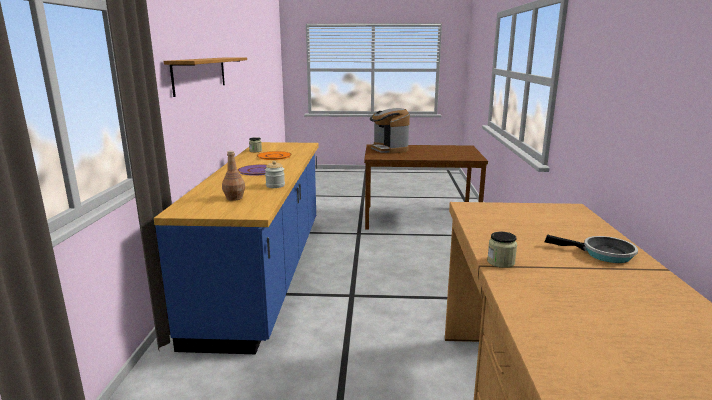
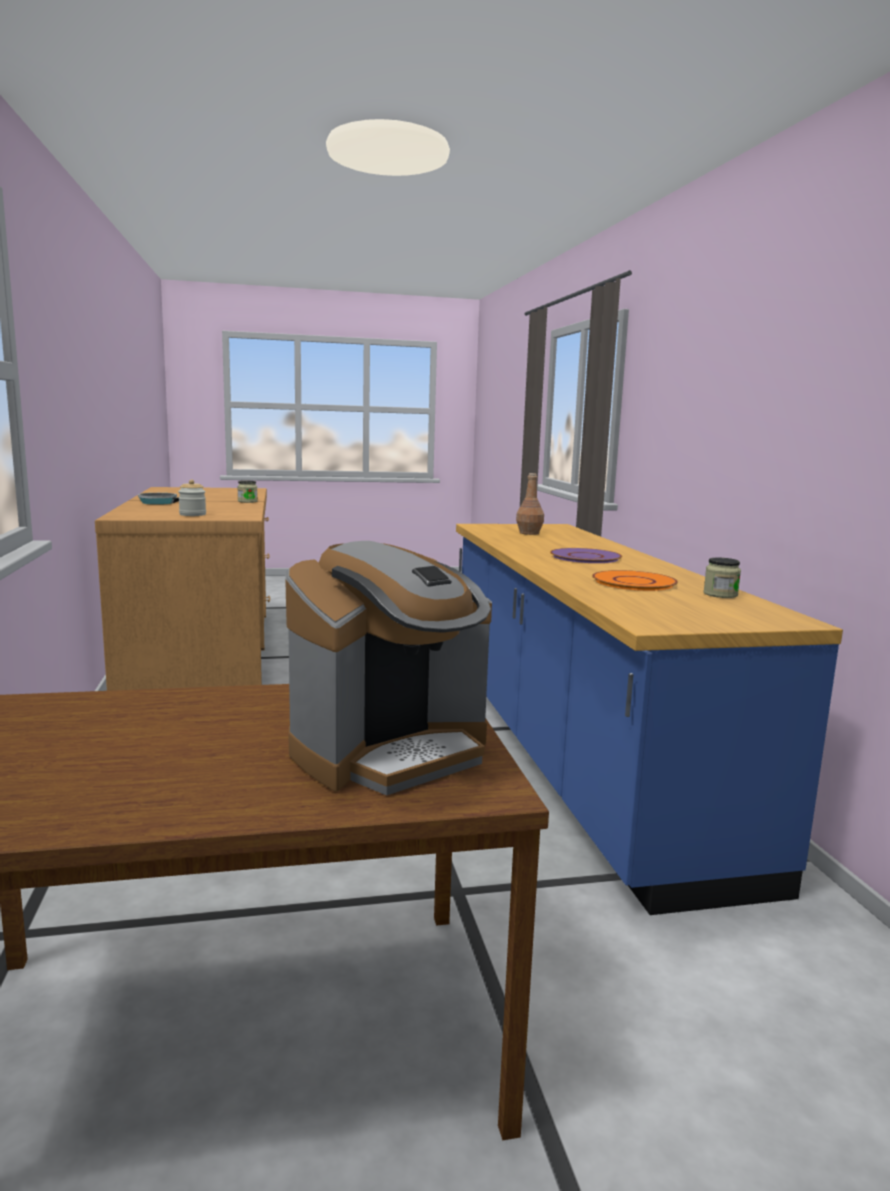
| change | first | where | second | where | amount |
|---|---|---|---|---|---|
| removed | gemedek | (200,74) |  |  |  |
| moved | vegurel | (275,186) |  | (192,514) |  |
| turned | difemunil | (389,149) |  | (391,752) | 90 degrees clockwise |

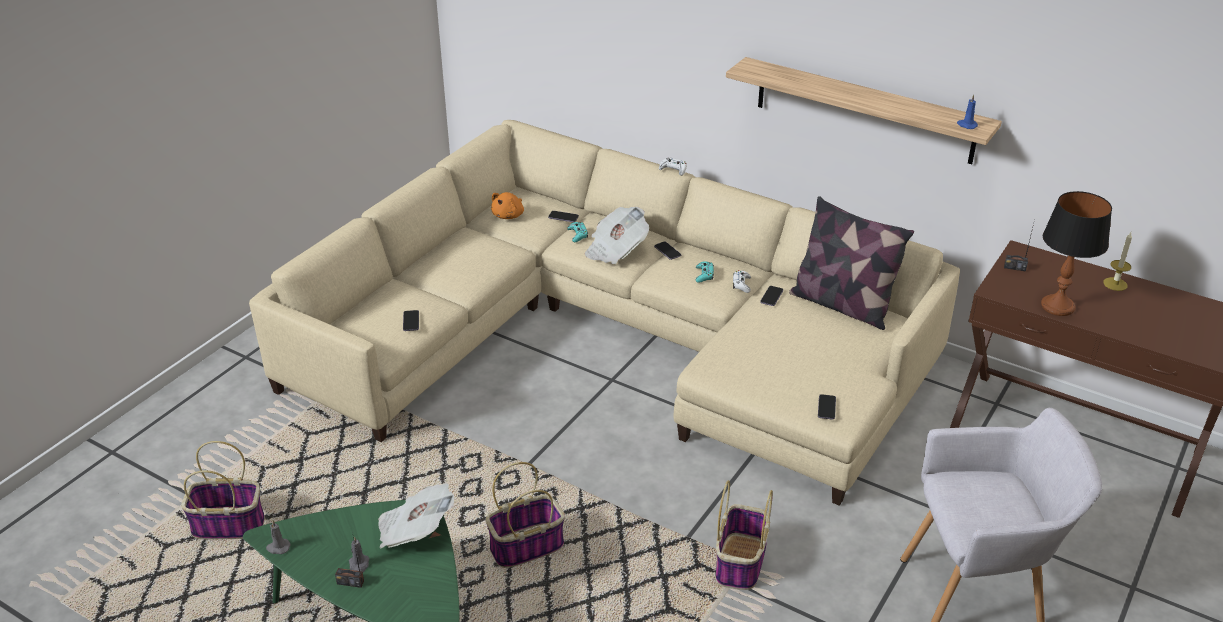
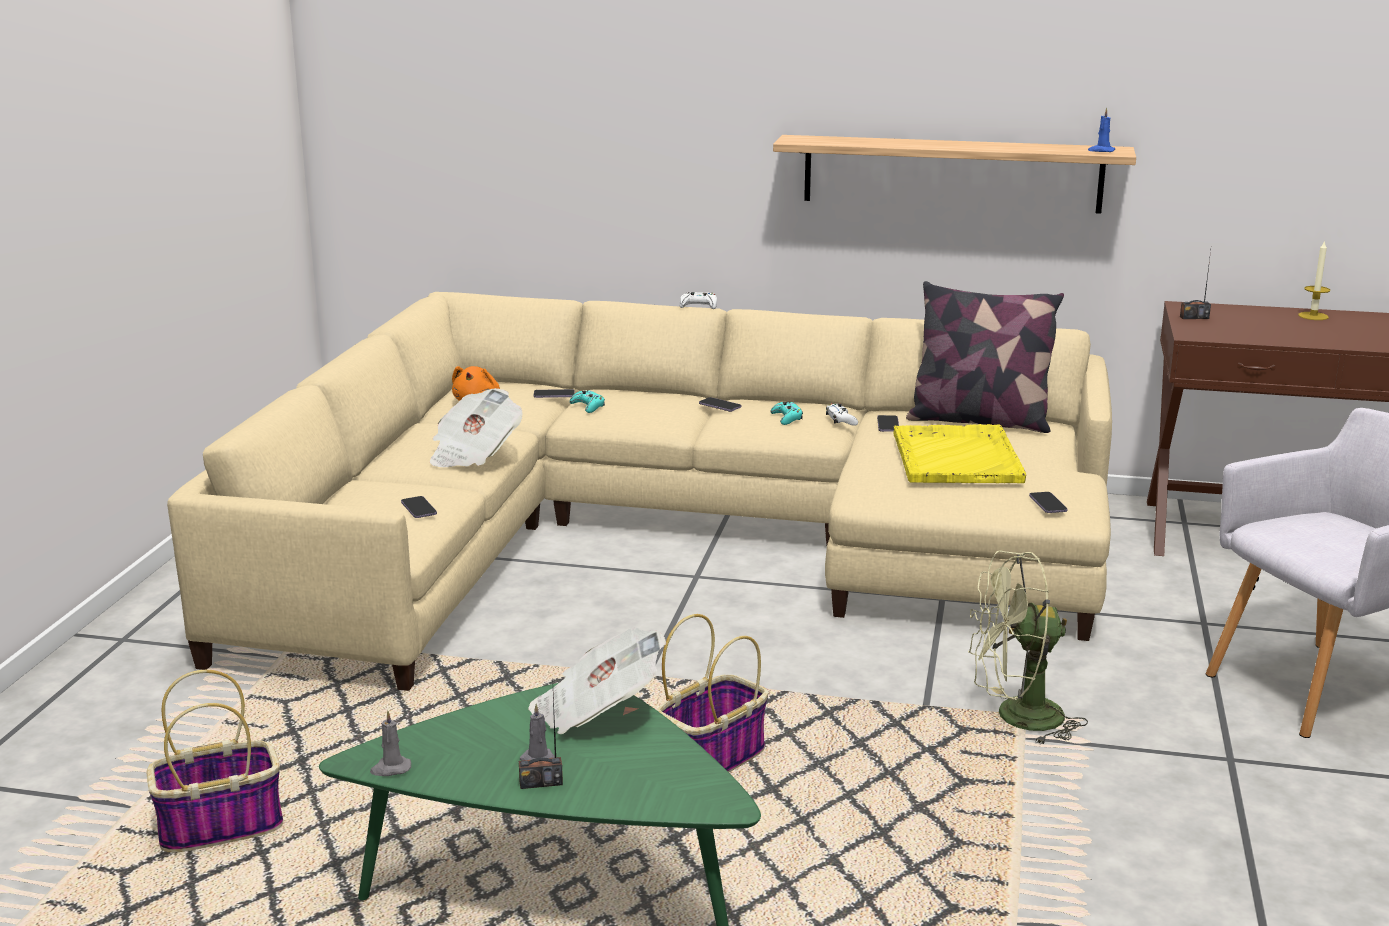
| change | first | where | second | where | amount |
|---|---|---|---|---|---|
| removed | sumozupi | (1057,306) |  |  |  |
| added |  |  | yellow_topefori | (956,457) |  |
| moved | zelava | (615,250) |  | (473,454) |  |
| replaced | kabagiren | (740,563) | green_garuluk | (1016,718) |  |

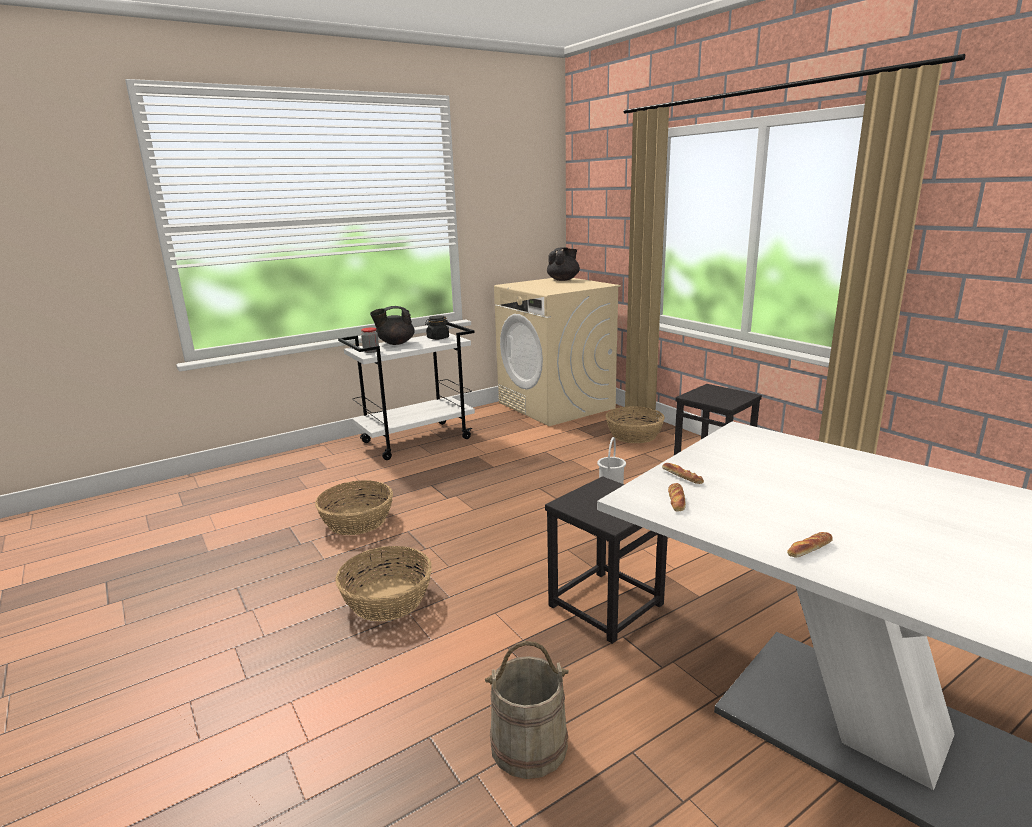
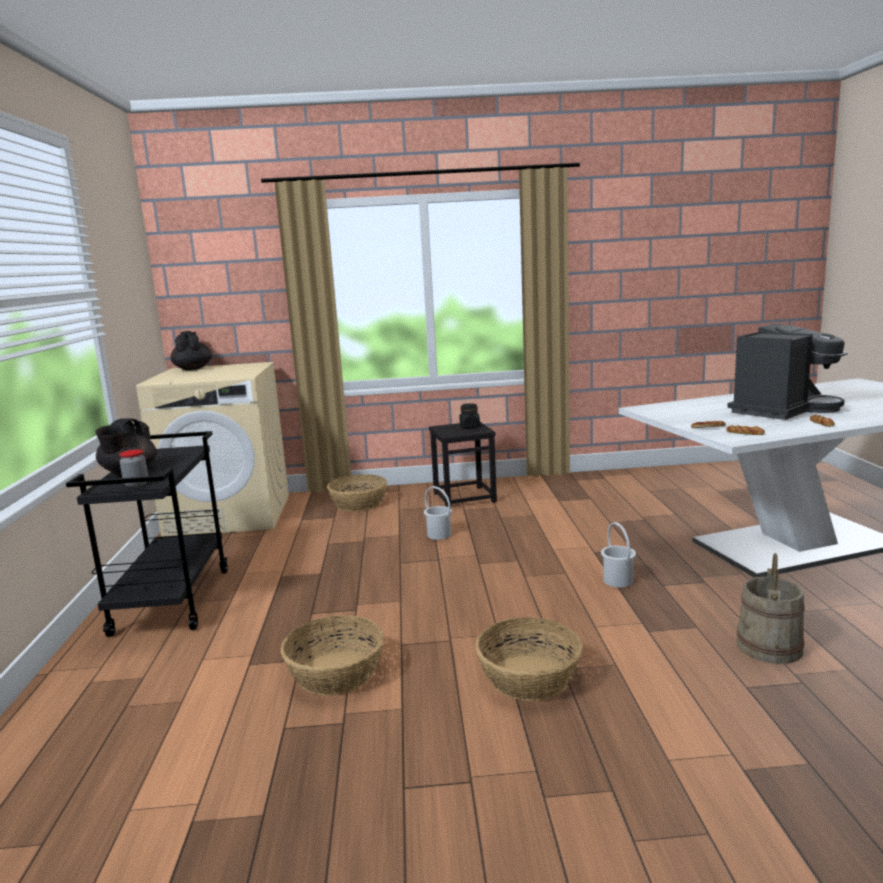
| change | first | where | second | where | amount |
|---|---|---|---|---|---|
| added |  |  | difemunil | (783,409) |  |
| moved | black_vegurel | (437,338) |  | (470,427) |  |
| replaced | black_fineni | (605,604) | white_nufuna | (617,581) |  |
| recoloured | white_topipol | (417,440) | black_topipol | (172,601) |  |

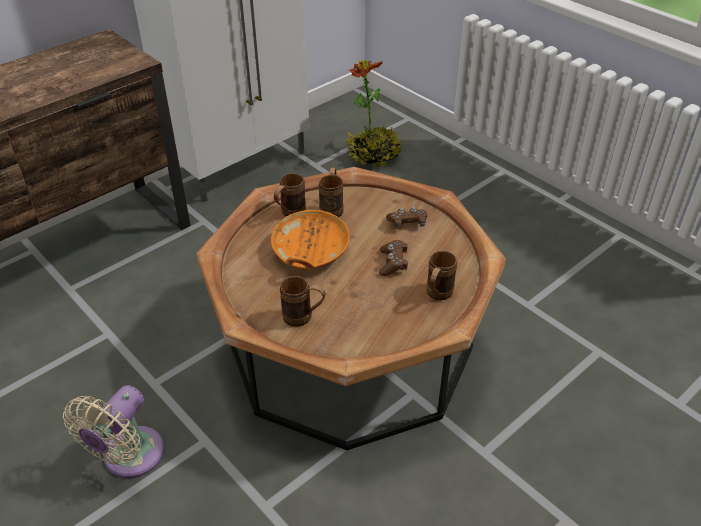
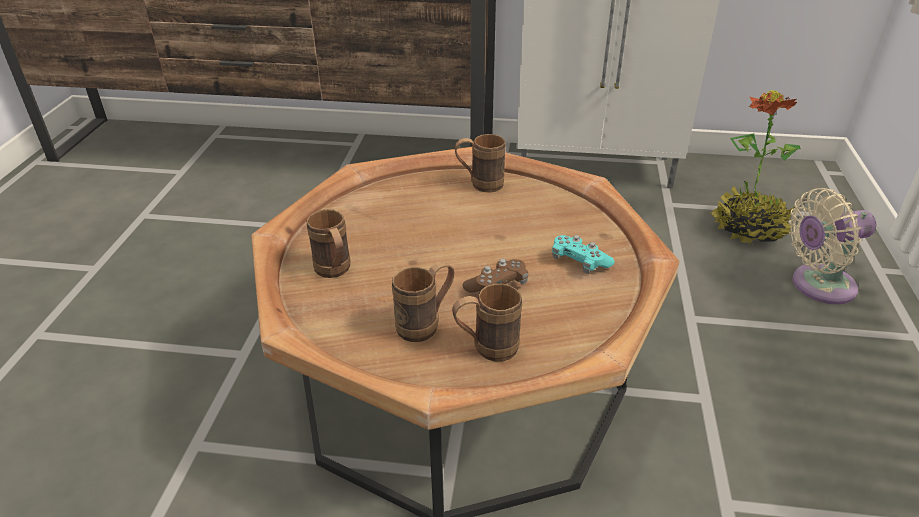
| change | first | where | second | where | amount |
|---|---|---|---|---|---|
| removed | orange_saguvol | (310,252) |  |  |  |
| moved | beige_garuluk | (129,458) |  | (817,286) |  |
| moved | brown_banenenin | (332,207) |  | (426,324) |  |
| recoloured | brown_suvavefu | (407,223) | turquoise_suvavefu | (579,262) |  |

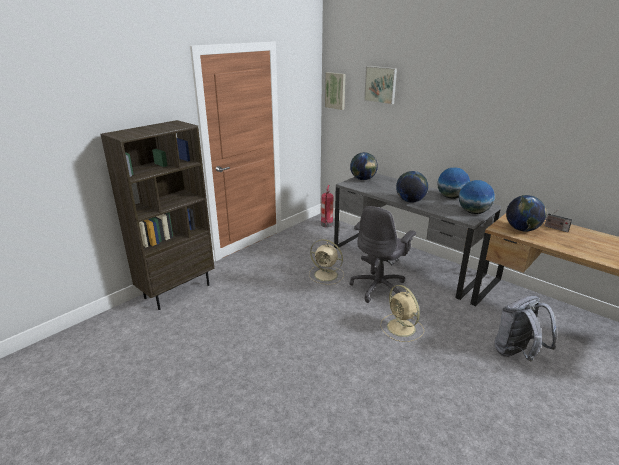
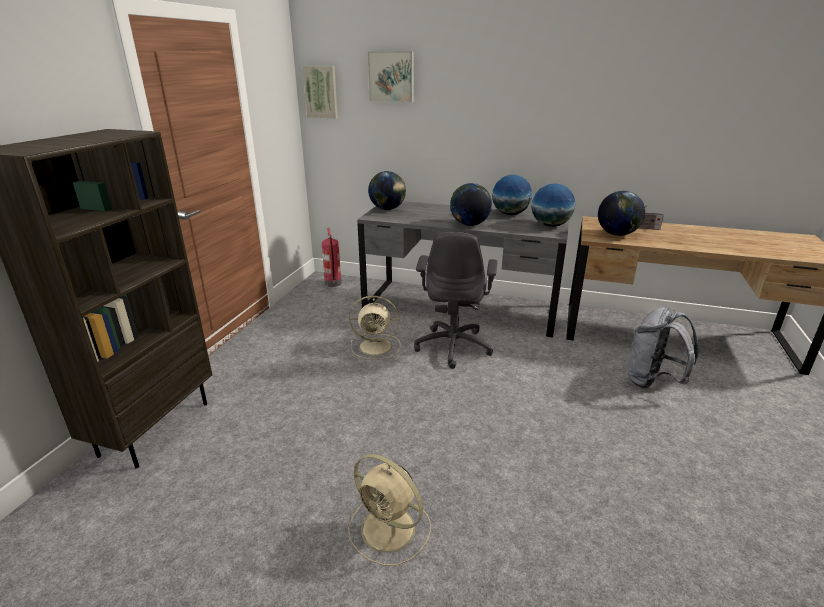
| change | first | where | second | where | amount |
|---|---|---|---|---|---|
| moved | beige_garuluk | (402,328) |  | (390,530) |  |

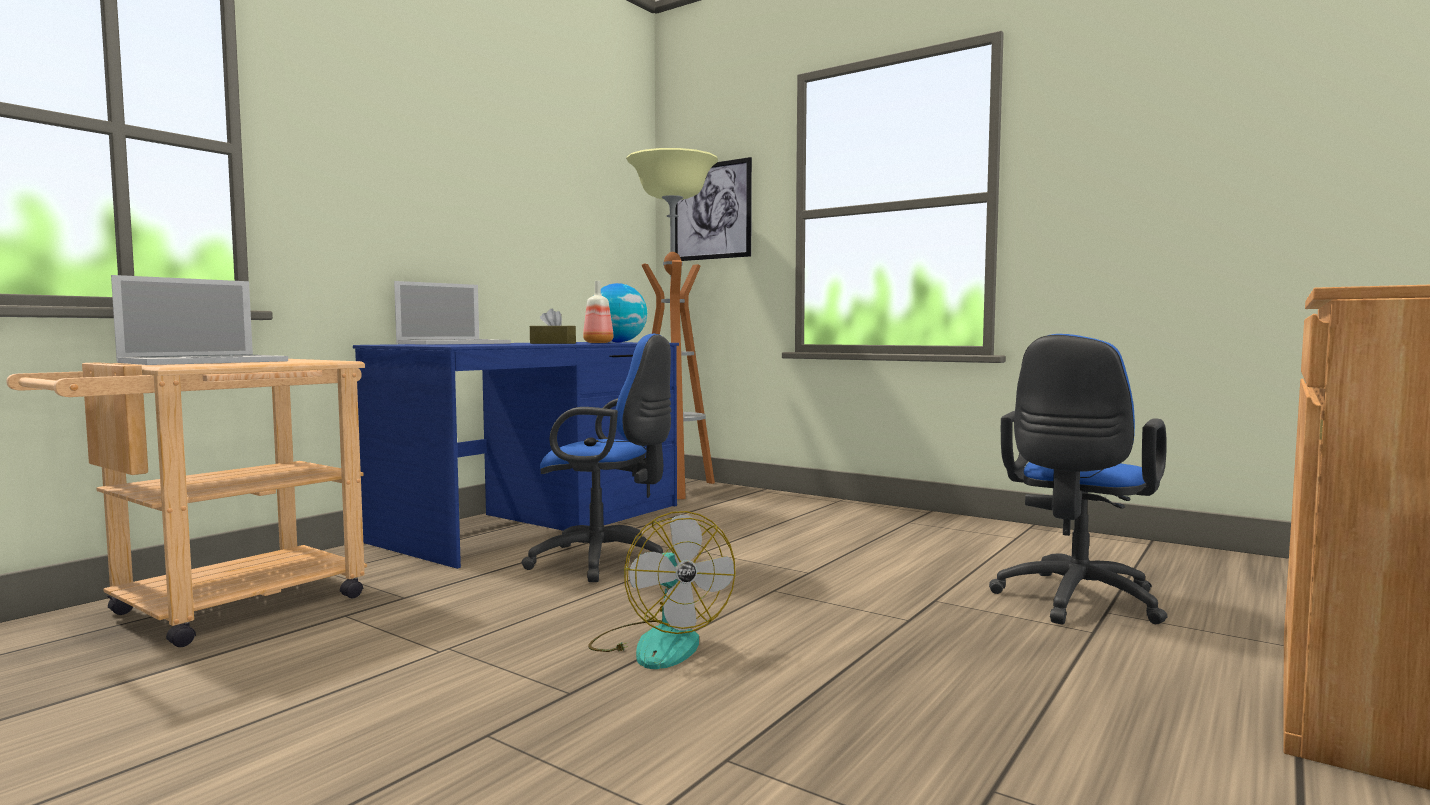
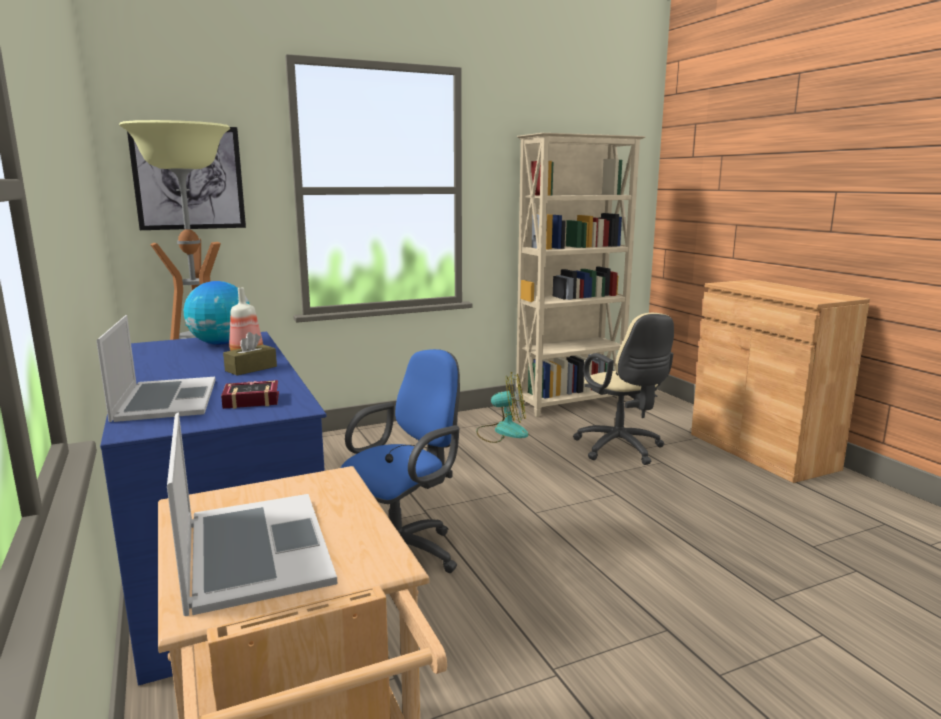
| change | first | where | second | where | amount |
|---|---|---|---|---|---|
| added |  |  | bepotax | (249,400) |  |
| added |  |  | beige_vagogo | (571,403) |  |
| moved | garuluk | (659,643) |  | (502,432) |  |
| recoloured | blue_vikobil | (1074,602) | beige_vikobil | (621,450) |  |

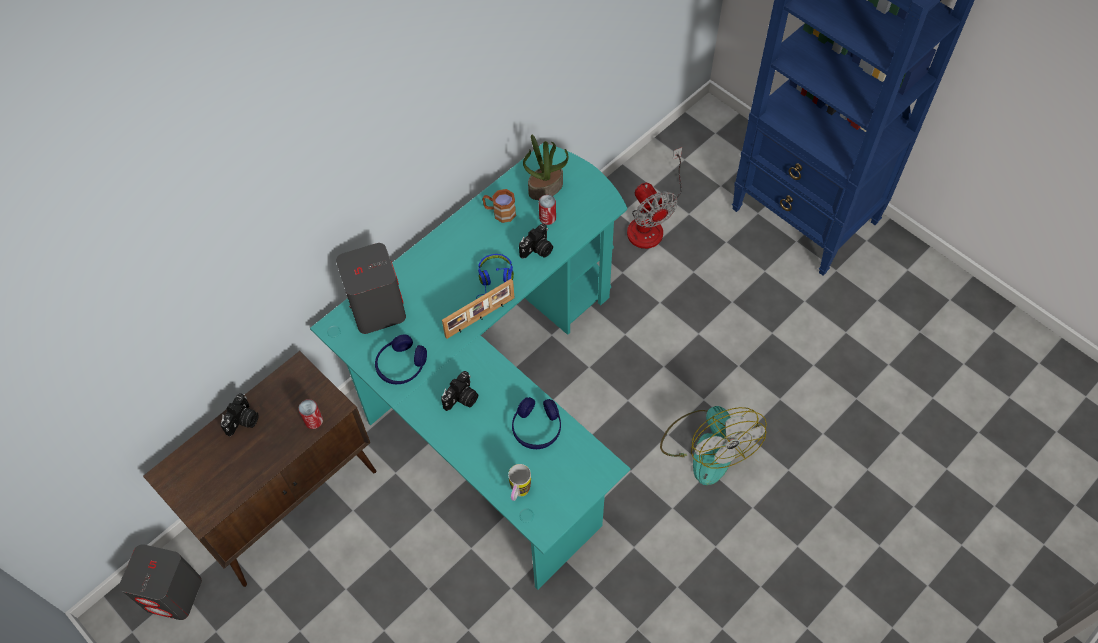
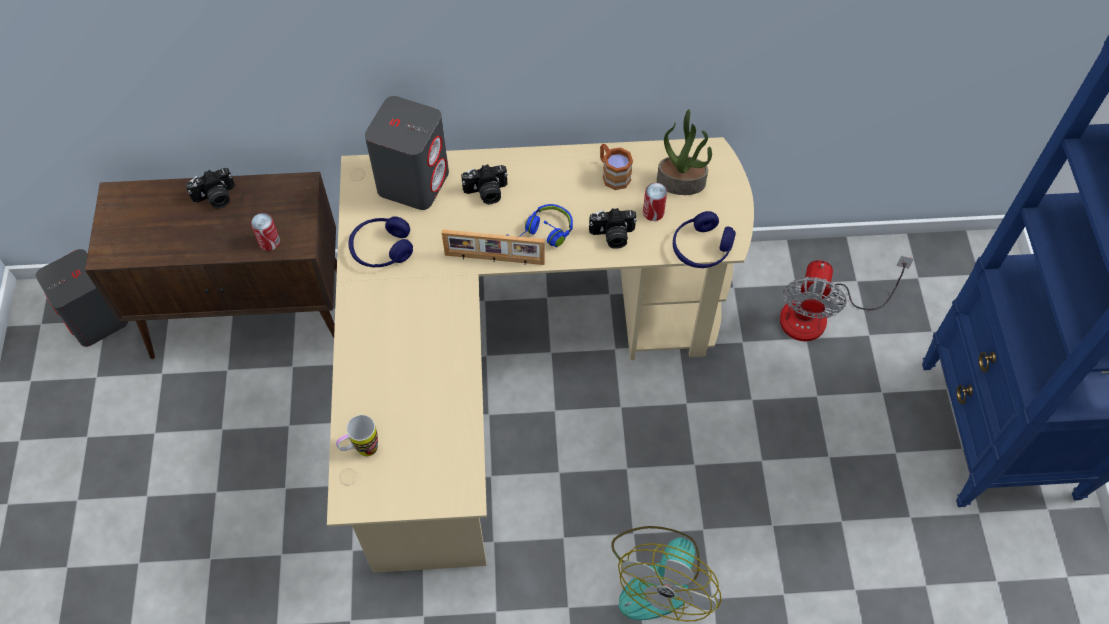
| change | first | where | second | where | amount |
|---|---|---|---|---|---|
| moved | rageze | (462,399) |  | (486,193) |  |
| moved | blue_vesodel | (537,428) |  | (701,248) |  |
| recoloured | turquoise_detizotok | (498,398) | beige_detizotok | (508,368) |  |

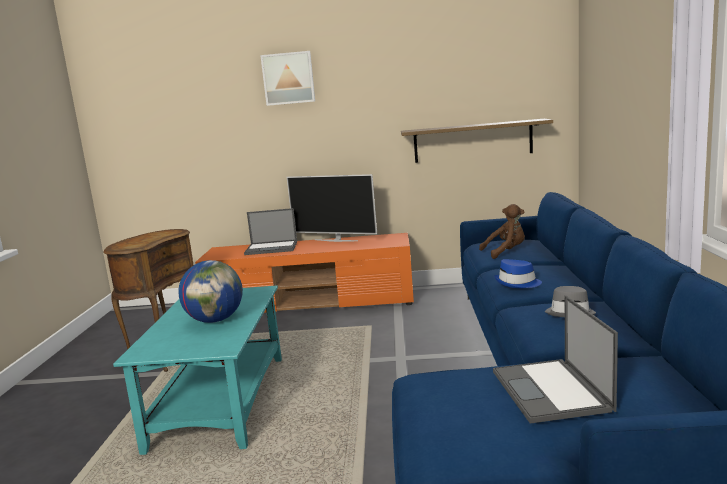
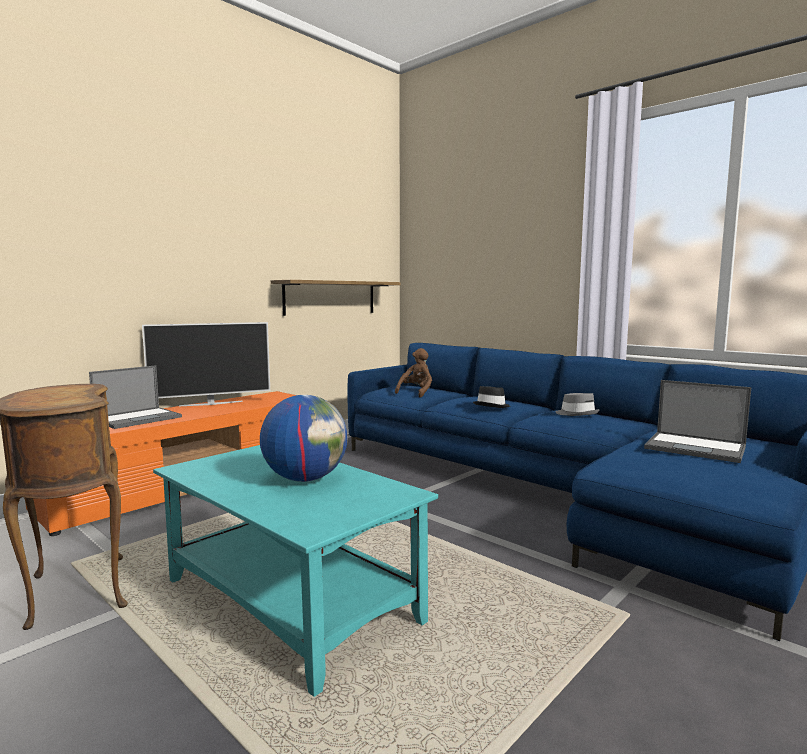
| change | first | where | second | where | amount |
|---|---|---|---|---|---|
| removed | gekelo | (288,78) |  |  |  |
| recoloured | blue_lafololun | (518,283) | black_lafololun | (492,406) |  |

